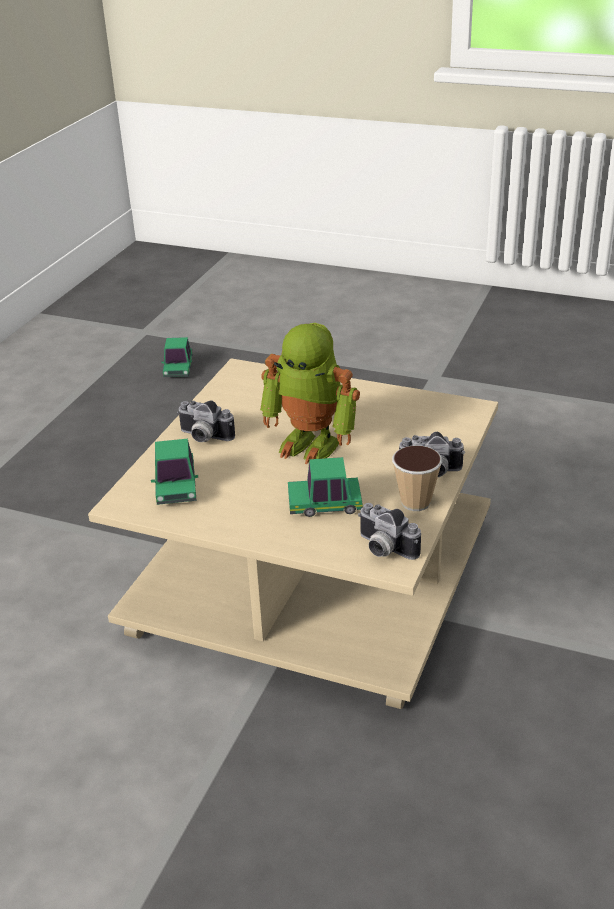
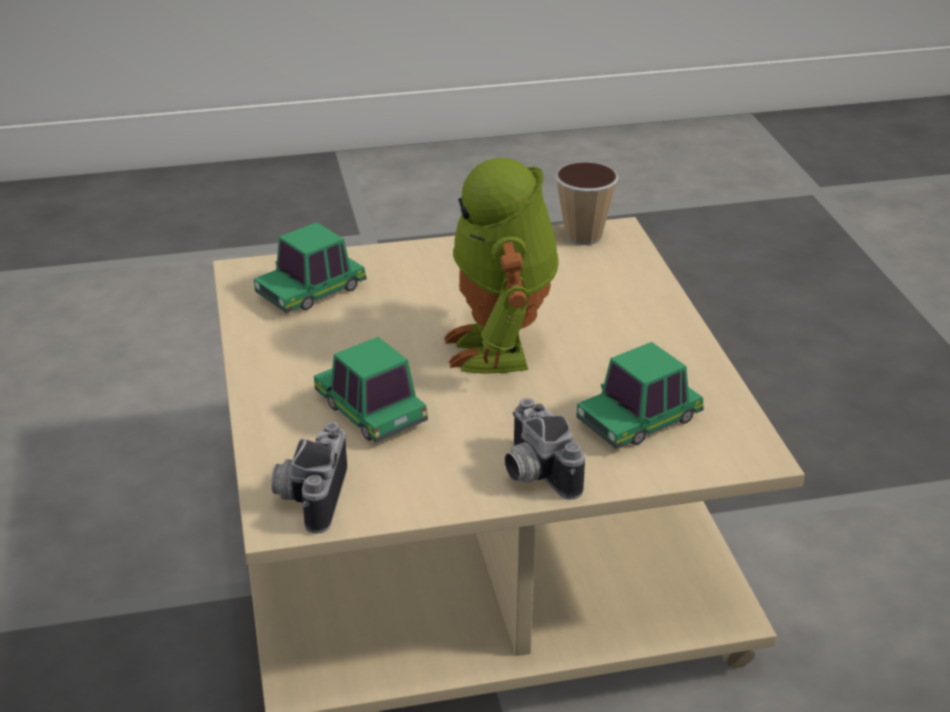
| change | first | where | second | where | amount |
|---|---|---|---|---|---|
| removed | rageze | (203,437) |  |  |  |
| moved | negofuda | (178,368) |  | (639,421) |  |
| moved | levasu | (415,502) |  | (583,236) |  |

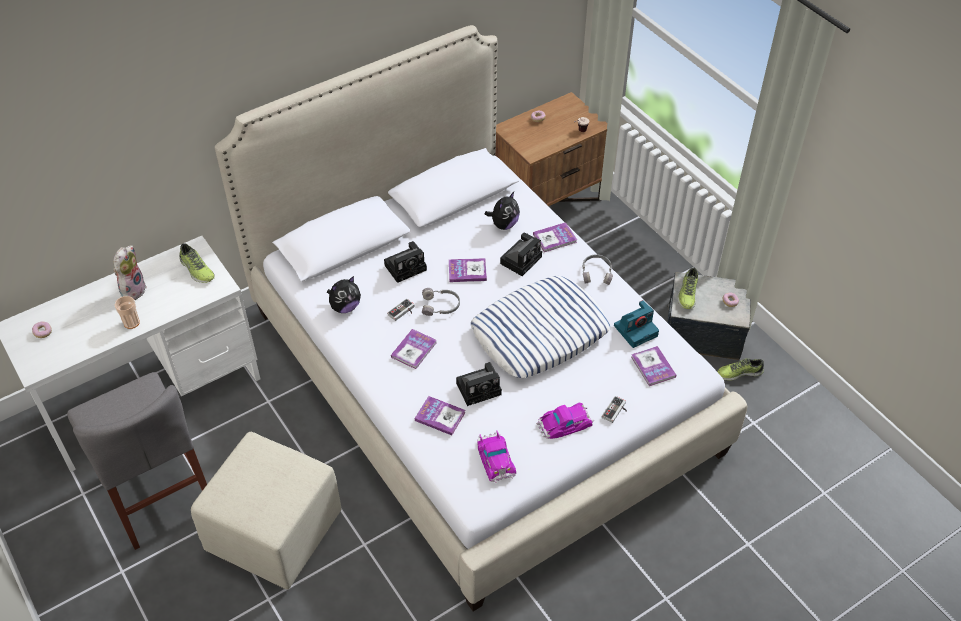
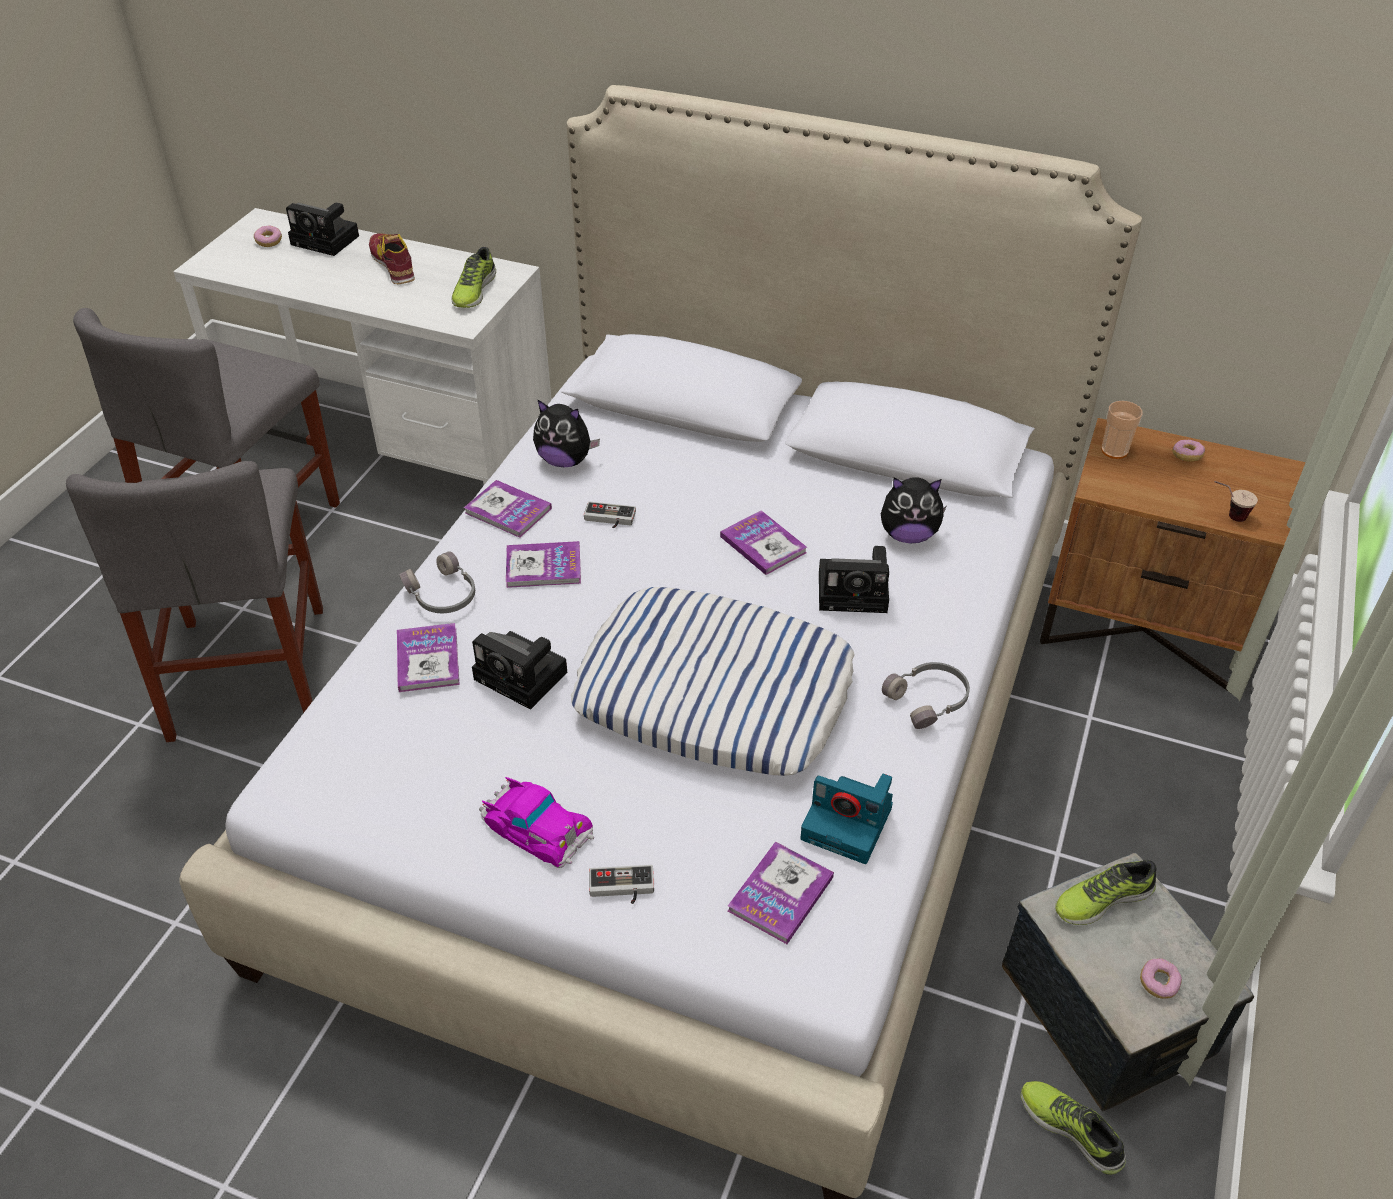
| change | first | where | second | where | amount |
|---|---|---|---|---|---|
| removed | negofuda | (495,458) |  |  |  |
| moved | levasu | (131,323) |  | (1114,451) |  |
| moved | rageze | (407,267) |  | (328,240) |  |
| moved | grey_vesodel | (441,306) |  | (442,595) |  |
| moved | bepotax | (554,238) |  | (508,510) |  |
| replaced | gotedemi | (132,290) | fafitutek | (393,264) |  |
| replaced | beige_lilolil | (274,534) | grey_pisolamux | (249,671) |  |

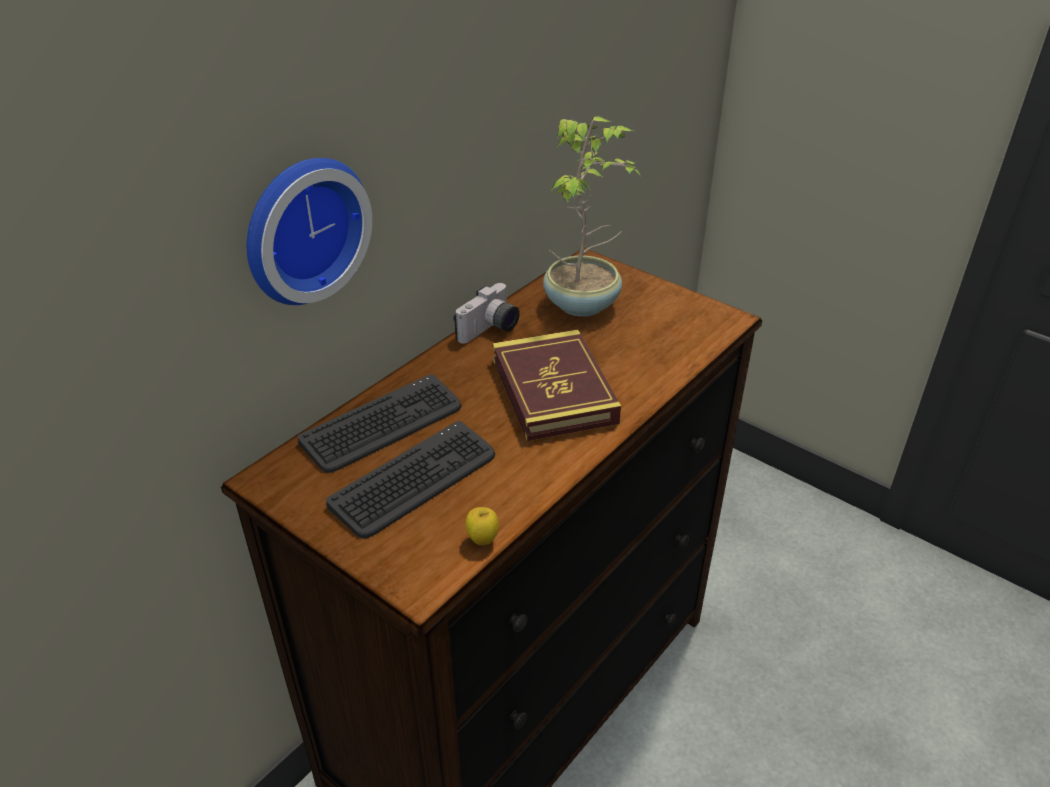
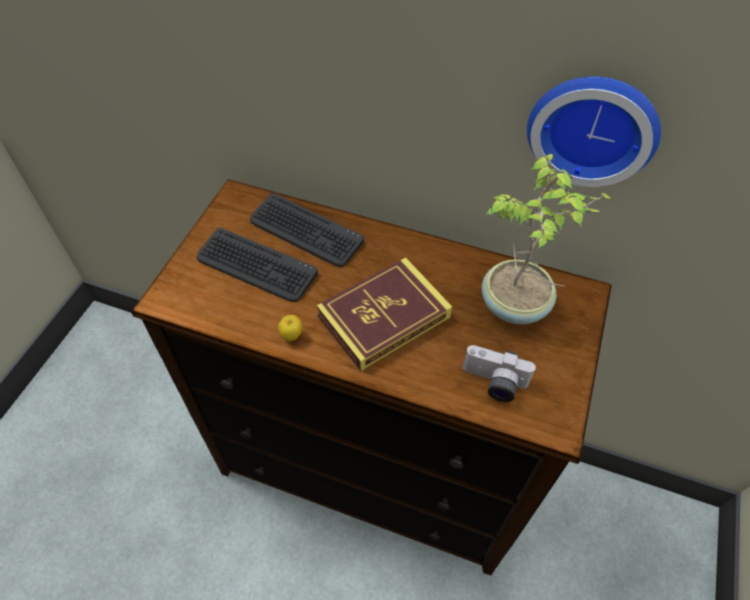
| change | first | where | second | where | amount |
|---|---|---|---|---|---|
| moved | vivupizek | (301,228) |  | (593,127) |  |
| moved | rageze | (490,330) |  | (493,383) |  |
| moved | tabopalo | (483,539) |  | (292,336) |  |

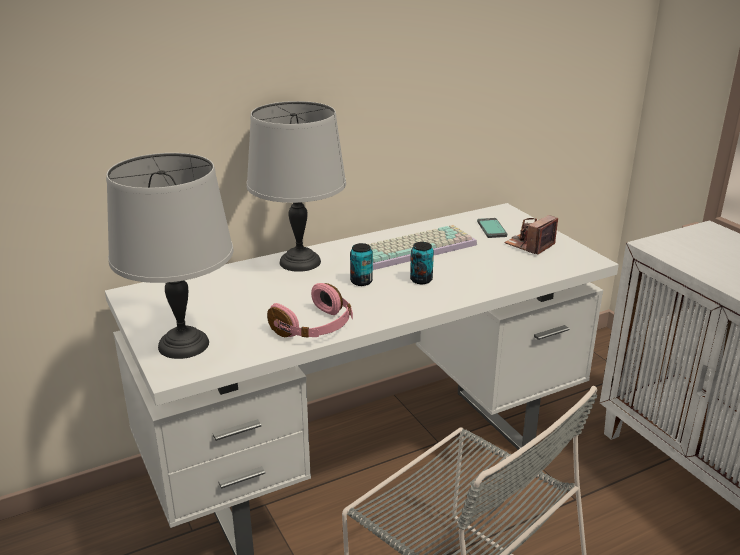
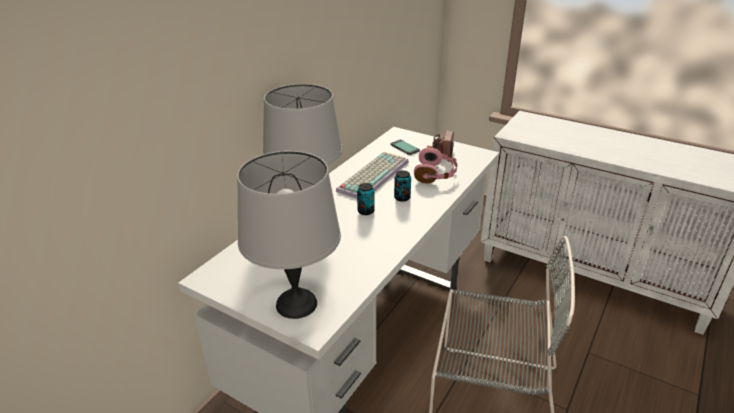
| change | first | where | second | where | amount |
|---|---|---|---|---|---|
| moved | pink_vesodel | (315,328) |  | (435,174) |  |

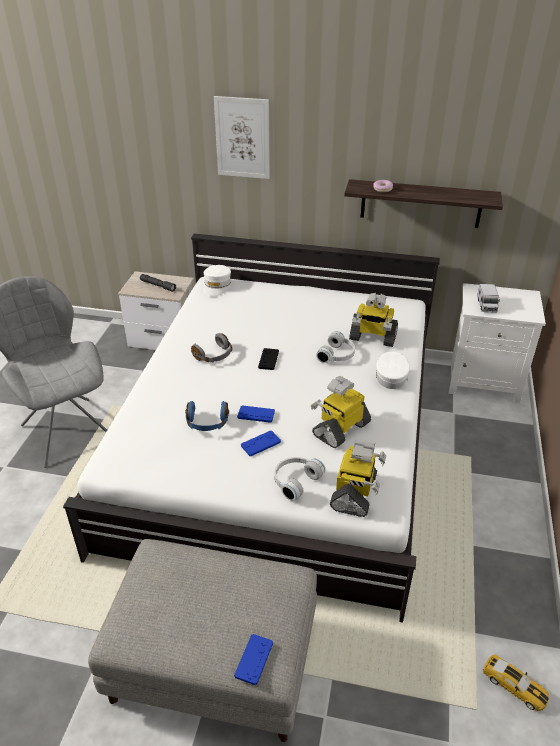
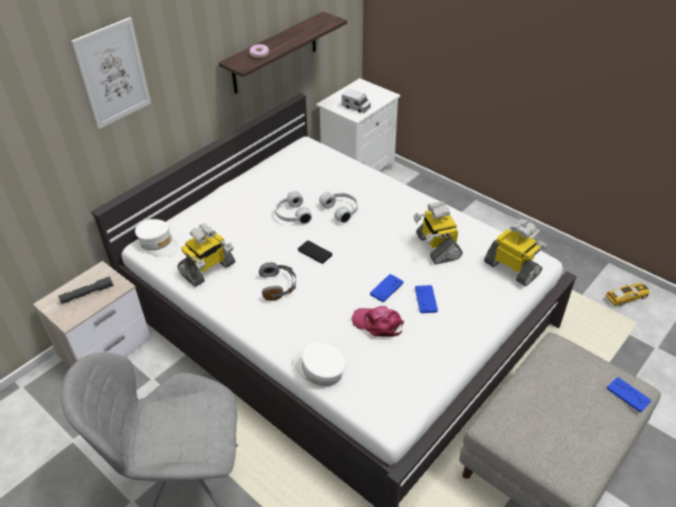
| change | first | where | second | where | amount |
|---|---|---|---|---|---|
| moved | white_vesodel | (295,480) |  | (291,215) |  |
| moved | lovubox | (372,337) |  | (208,269) |  |
| moved | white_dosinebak | (391,376) |  | (319,369) |  |
| replaced | blue_vesodel | (207,423) | pink_dosinebak | (378,324) |  |

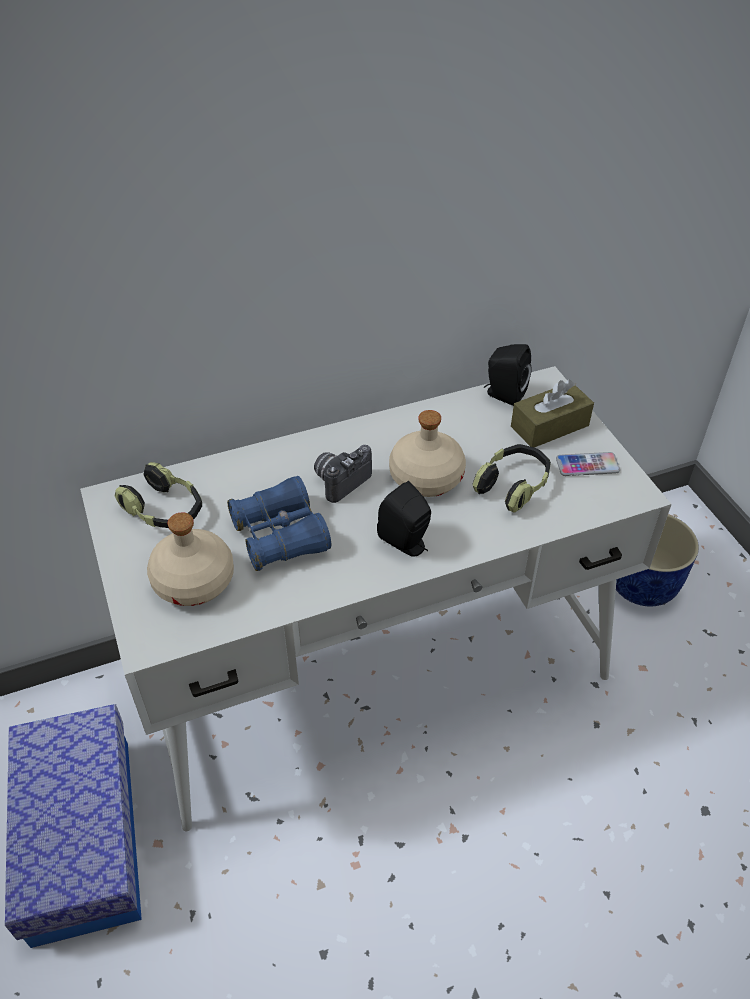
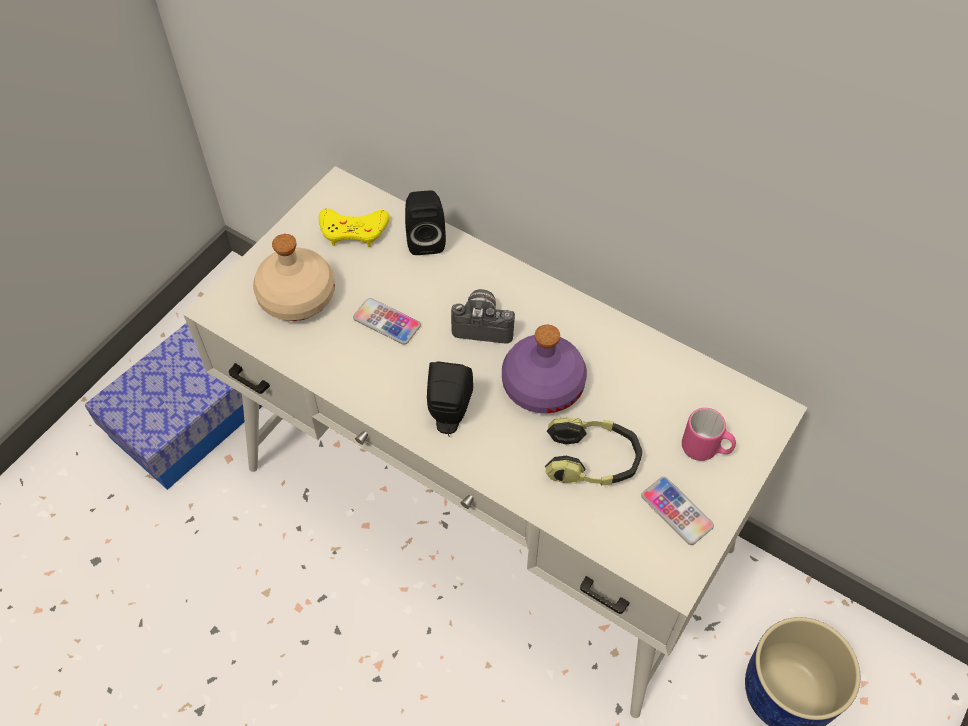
| change | first | where | second | where | amount |
|---|---|---|---|---|---|
| moved | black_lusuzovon | (503,394) |  | (425,239) |  |
| replaced | vesodel | (164,510) | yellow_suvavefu | (353,230) |  |
| replaced | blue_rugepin | (280,535) | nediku | (387,322) |  |
| replaced | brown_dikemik | (549,426) | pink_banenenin | (705,449) |  |
| recoloured | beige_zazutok | (425,477) | purple_zazutok | (542,384) |  |

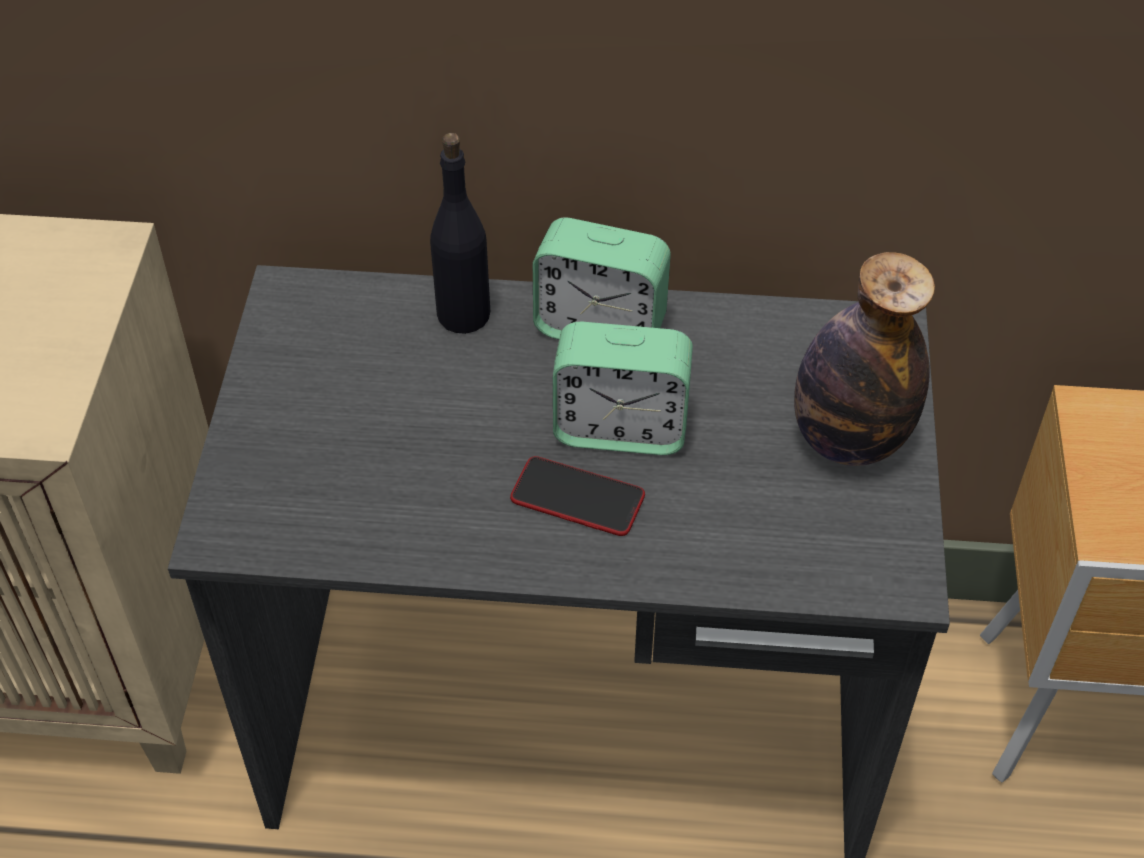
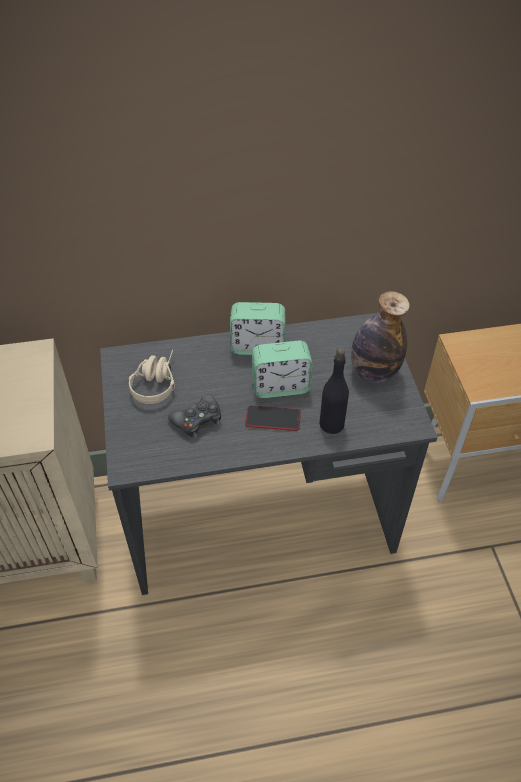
| change | first | where | second | where | amount |
|---|---|---|---|---|---|
| added |  |  | beige_vesodel | (156,381) |  |
| added |  |  | black_suvavefu | (197,420) |  |
| moved | black_zazutok | (464,314) |  | (331,424) |  |

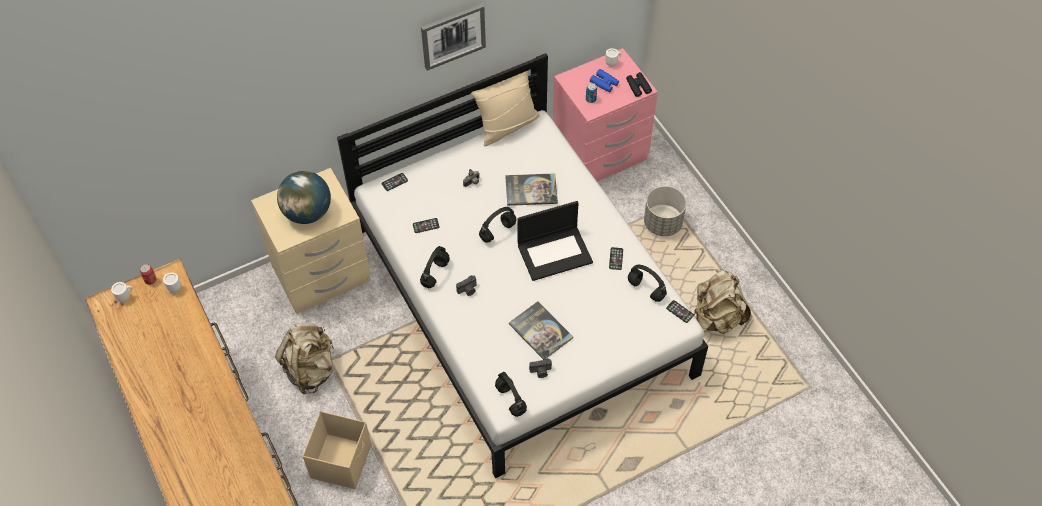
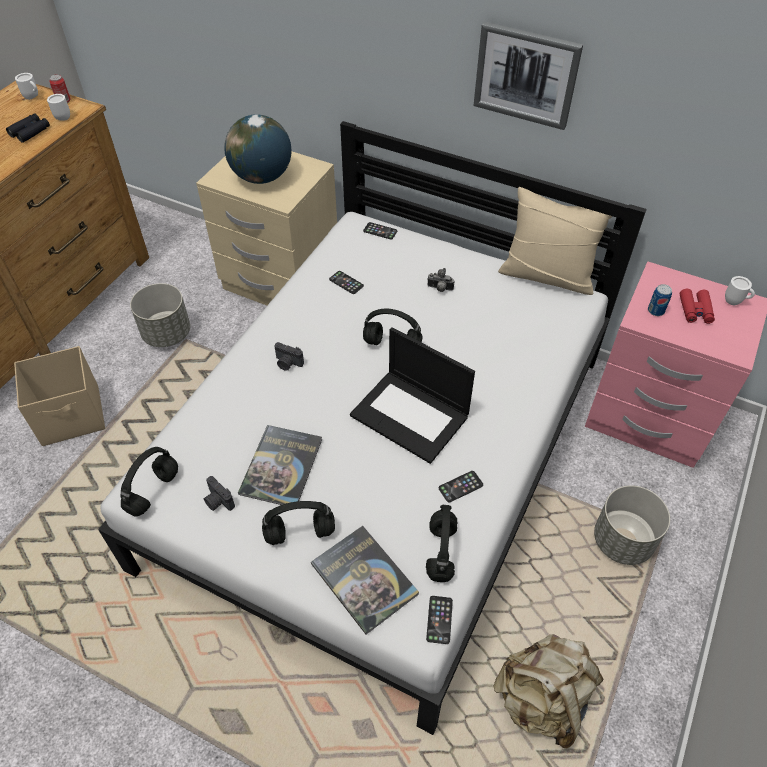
| change | first | where | second | where | amount |
|---|---|---|---|---|---|
| moved | black_vesodel | (435,273) |  | (301,532) |  |
| moved | bepotax | (531,190) |  | (364,579) |  |
| moved | black_rugepin | (638,86) |  | (30,132) |  |
| replaced | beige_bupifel | (311,369) | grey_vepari | (167,333) |  |
| recoloured | blue_rugepin | (604,83) | red_rugepin | (695,310) |  |

